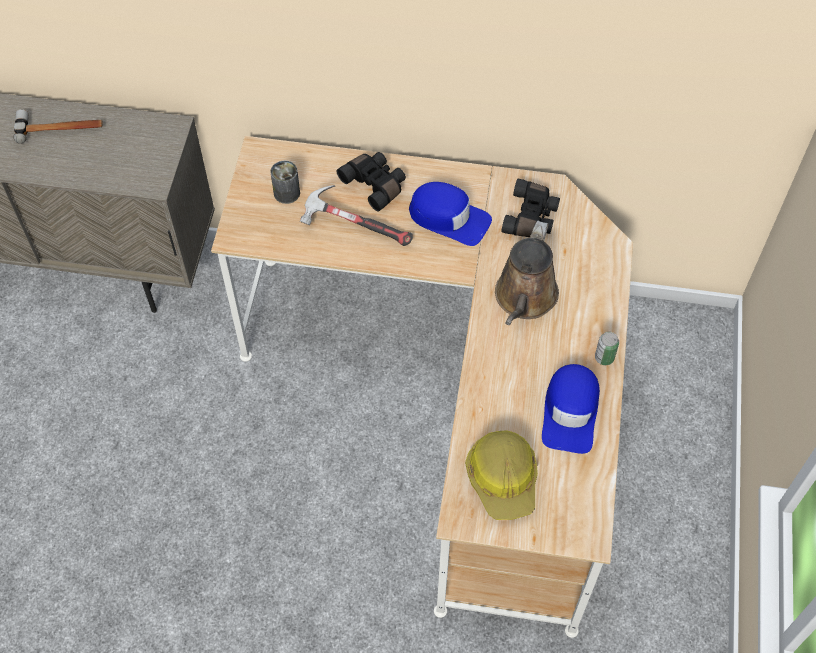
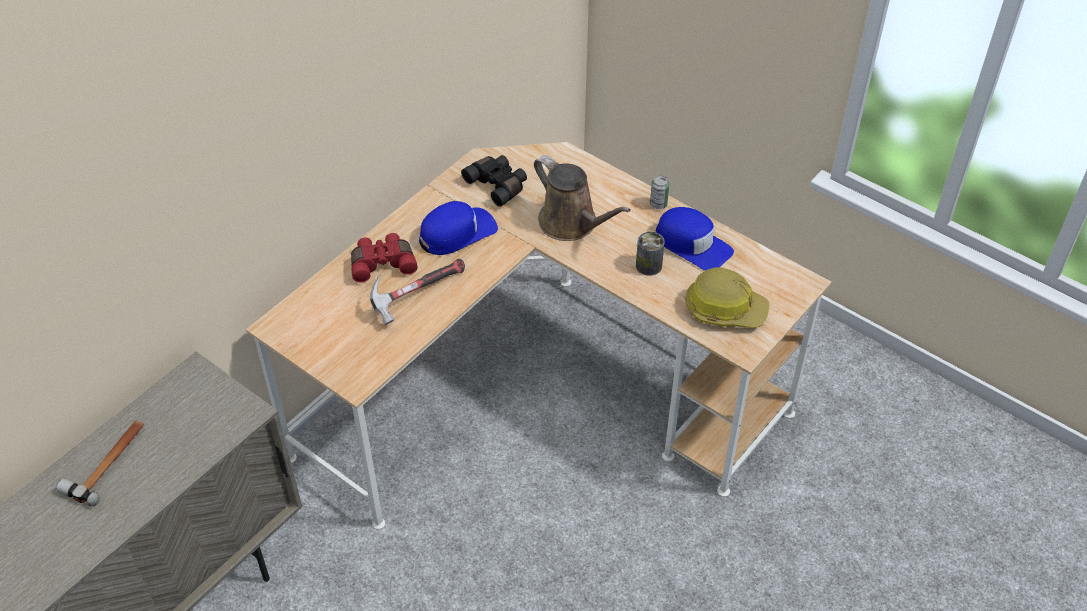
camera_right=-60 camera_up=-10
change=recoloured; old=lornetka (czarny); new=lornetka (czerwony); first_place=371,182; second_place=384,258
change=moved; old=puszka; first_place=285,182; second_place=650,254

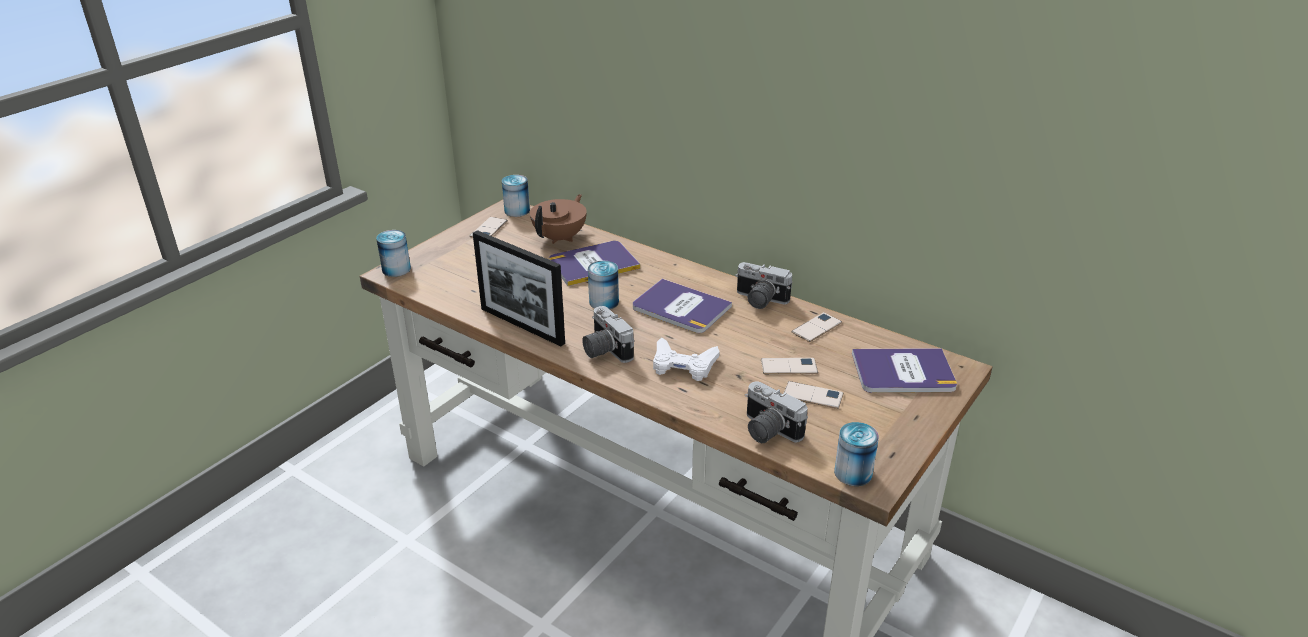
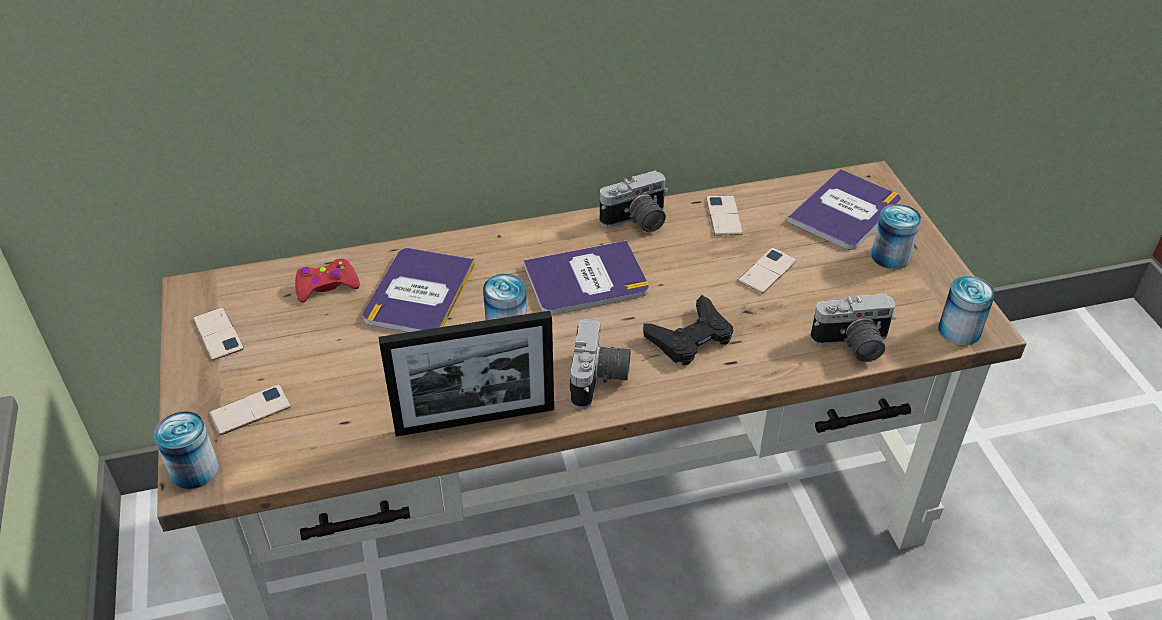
camera_right=-50 camera_up=10
change=moved; old=puszka; first_place=516,196; second_place=896,236
change=replaced; old=imbryk (brązowy); new=pad do gier (czerwony); first_place=558,219; second_place=327,281
change=turned; old=aparat fotograficzny; first_place=608,334; second_place=599,364; degrees=-90
change=recoloured; old=pad do gier (biały); new=pad do gier (czarny); first_place=686,359; second_place=688,330
change=moved; old=telefon; first_place=813,395; second_place=250,410

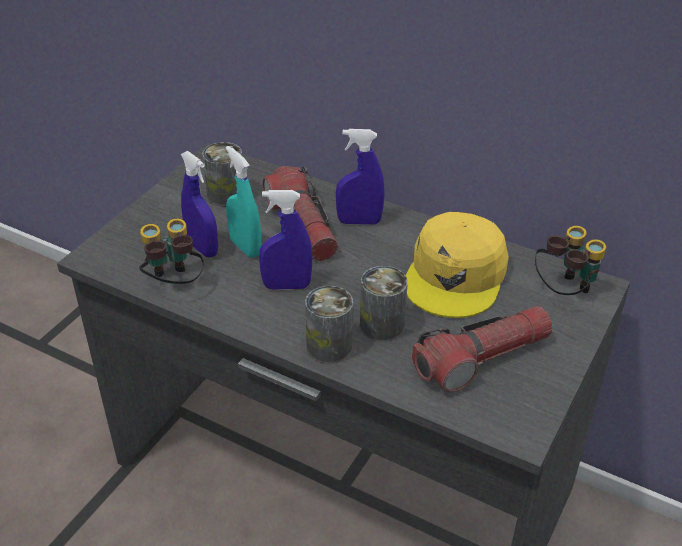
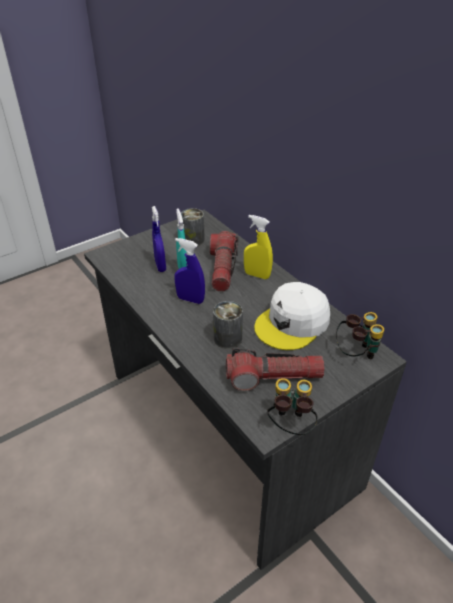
camera_right=25 camera_up=0
change=recoloured; old=spryskiwacz (niebieski); new=spryskiwacz (żółty); first_place=360,177; second_place=258,247
change=recoloured; old=czapka z daszkiem (żółty); new=czapka z daszkiem (biały); first_place=457,265; second_place=292,316
change=moved; old=lornetka; first_place=171,251; second_place=292,406
change=removed; old=puszka; first_place=329,325

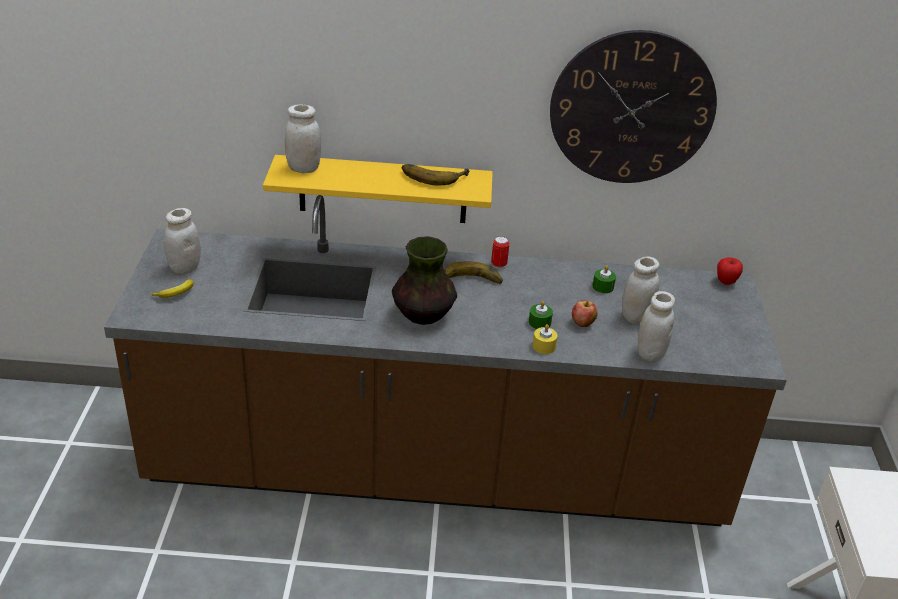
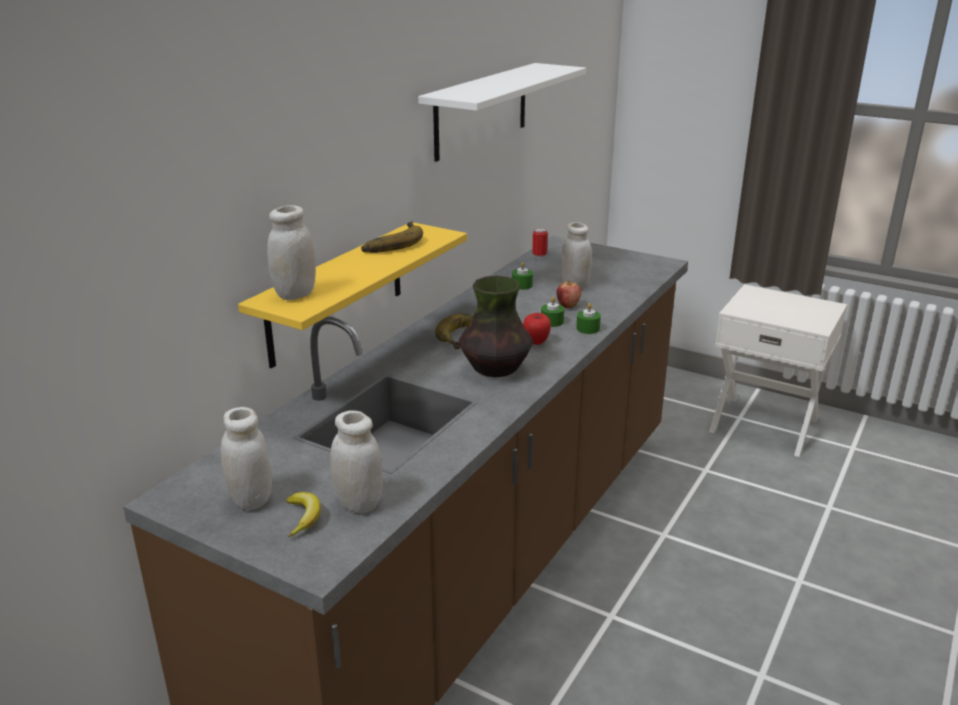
camera_right=-60 camera_up=-10
change=replaced; old=zegar ścienny; new=półka (biały); first_place=633,106; second_place=502,112
change=moved; old=puszka; first_place=500,252; second_place=540,243
change=moved; old=jabłko; first_place=730,271; second_place=537,329
change=moved; old=słoik (biały); first_place=656,326; second_place=357,461
change=recoloured; old=świeca (żółty); new=świeca (zielony); first_place=545,339; second_place=588,318

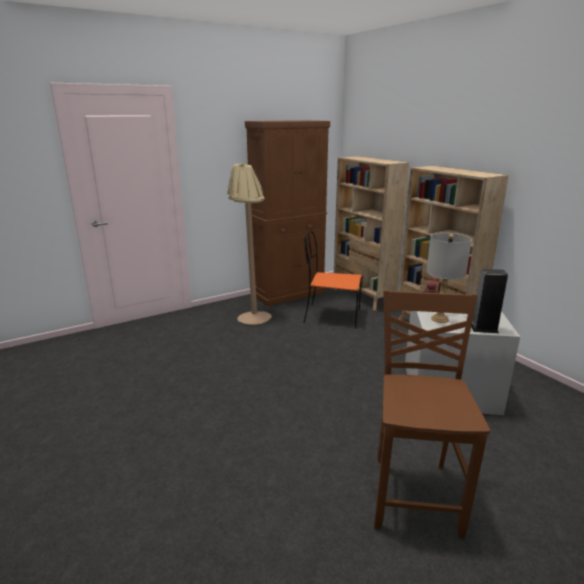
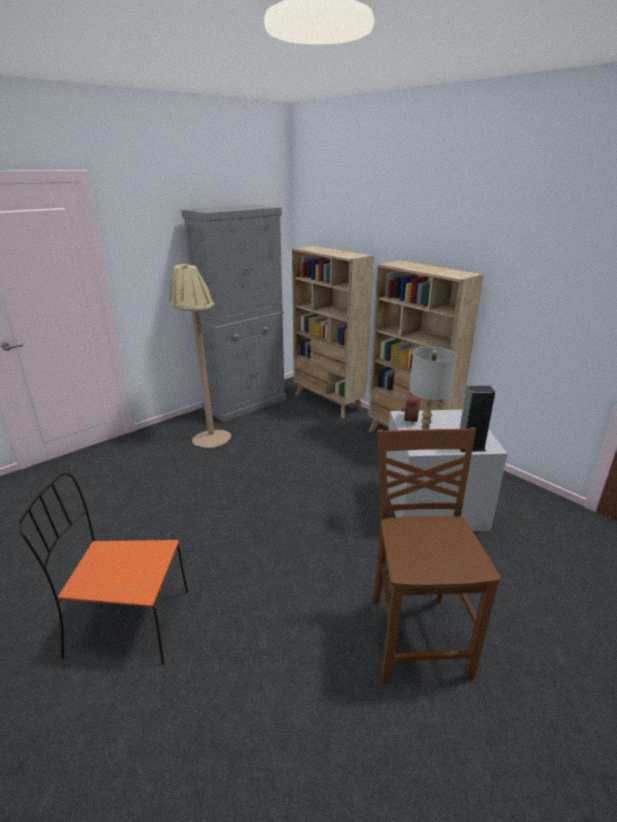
camera_right=-10 camera_up=5
change=recoloured; old=szafka (brązowy); new=szafka (szary); first_place=287,213; second_place=233,313
change=moved; old=krzesło (pomarańczowy); first_place=332,280; second_place=103,569

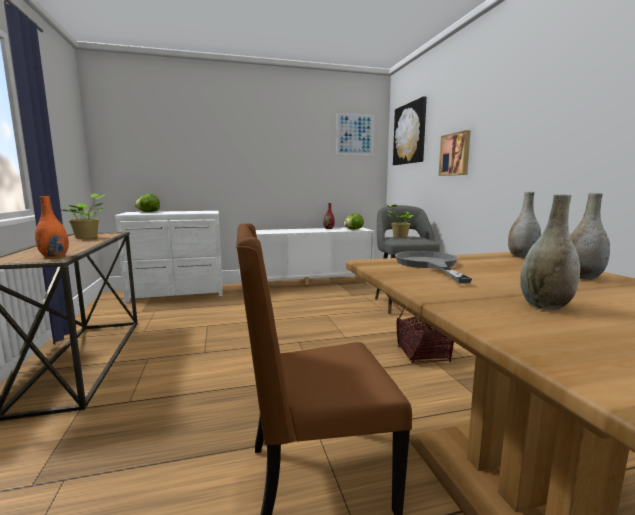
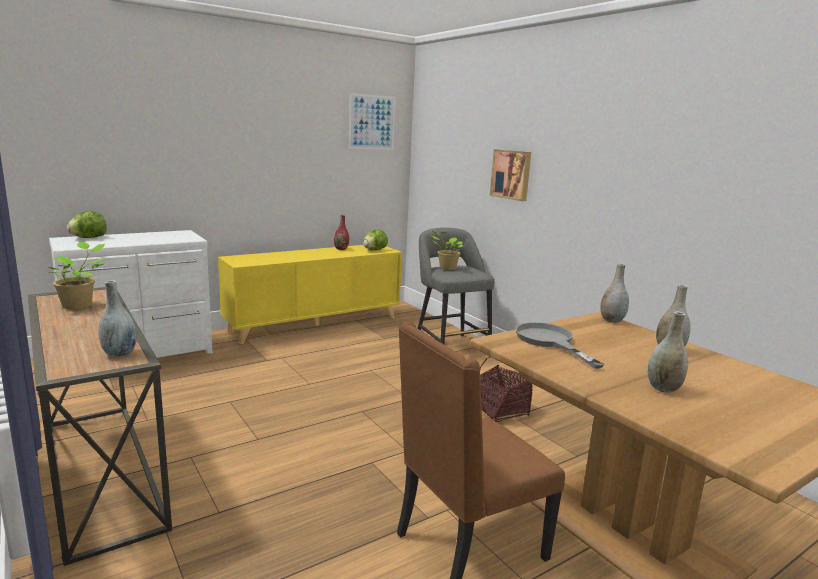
camera_right=-20 camera_up=5
change=removed; old=obraz; first_place=410,131
change=recoloured; old=wazon (pomarańczowy); new=wazon (szary); first_place=52,227; second_place=117,318
change=recoloured; old=szafka (biały); new=szafka (żółty); first_place=306,256; second_place=310,294

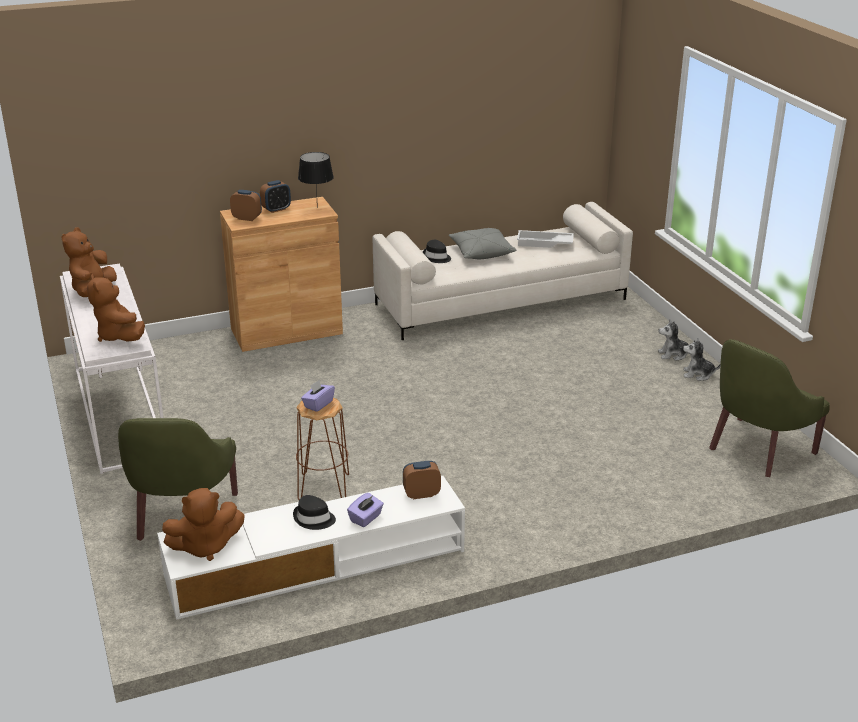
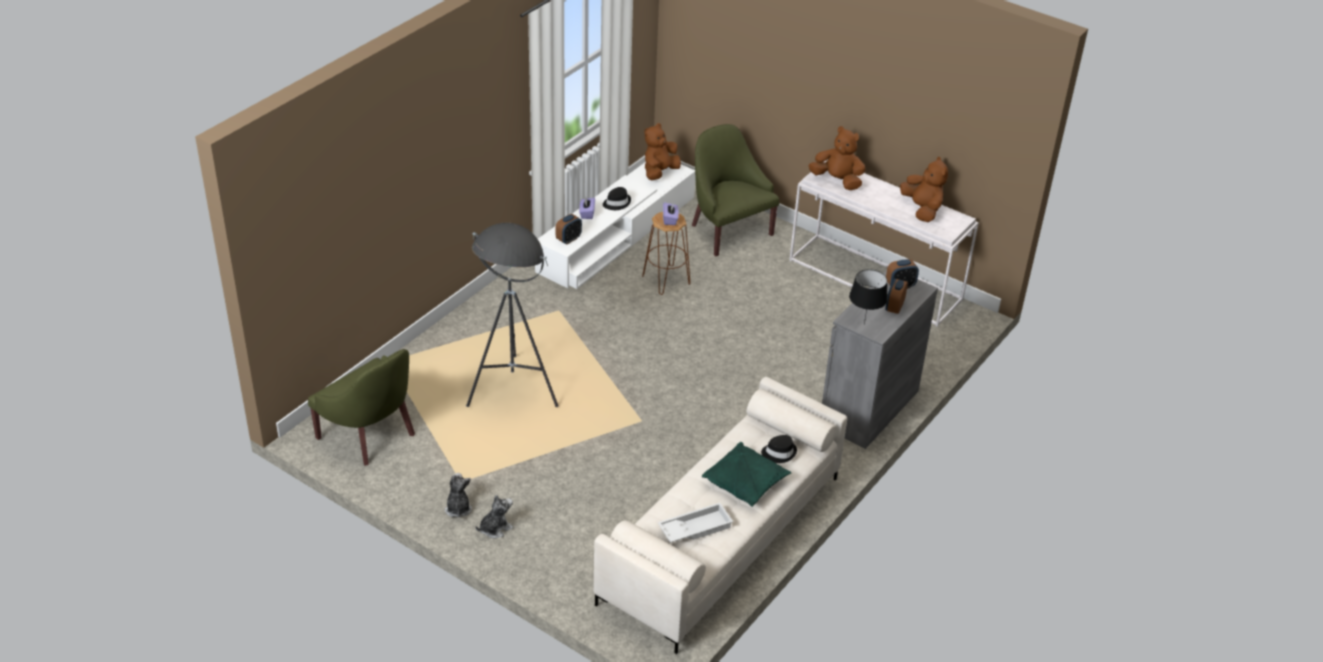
camera_right=145 camera_up=10
change=recoloured; old=szafka (brązowy); new=szafka (szary); first_place=281,274; second_place=880,359
change=recoloured; old=poduszka (szary); new=poduszka (zielony); first_place=482,243; second_place=747,474
change=turned; old=pluszak; first_place=702,359; second_place=458,495; degrees=-75
change=turned; old=fotel (zielony); first_place=769,408; second_place=361,407; degrees=120
change=added; new=lampa stojąca (beżowy); second_place=524,351

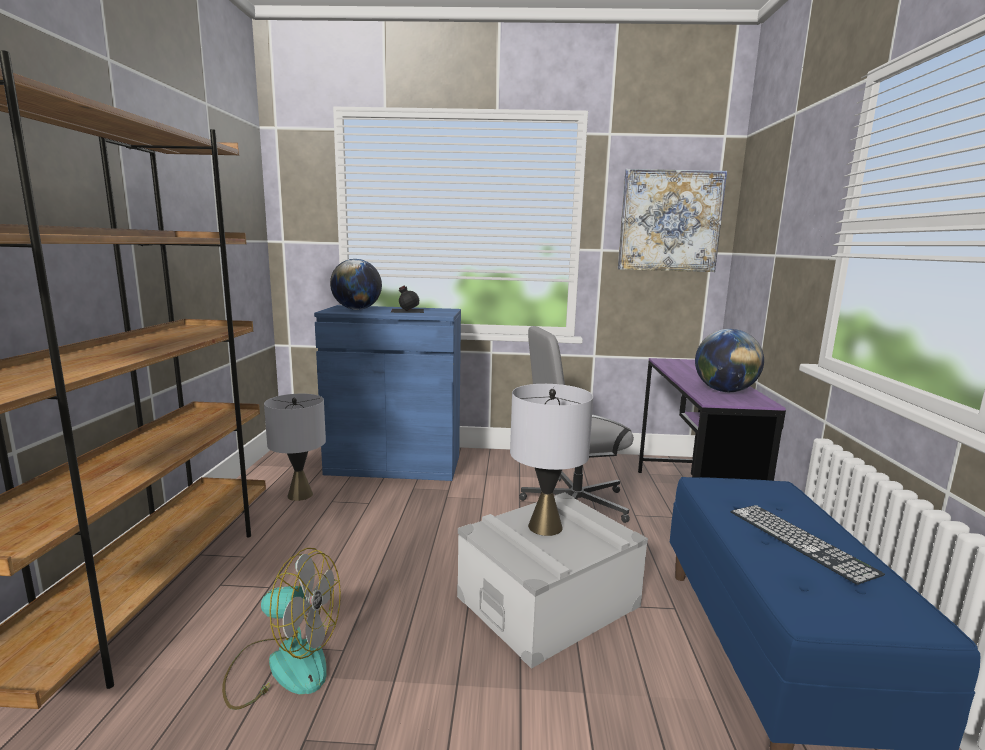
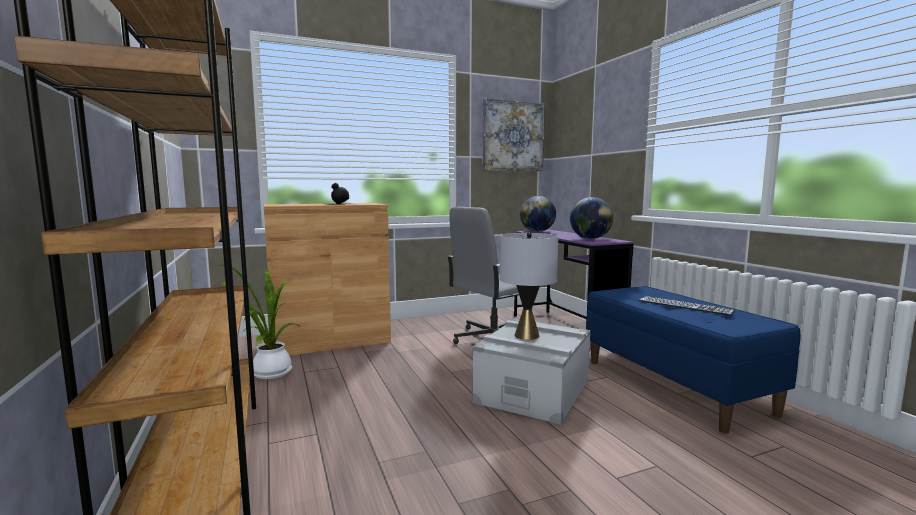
camera_right=-25 camera_up=-5
change=moved; old=globus; first_place=356,284; second_place=538,214
change=recoloured; old=szafka (niebieski); new=szafka (brązowy); first_place=387,393; second_place=327,279
change=replaced; old=lampa stołowa (szary); new=roślina doniczkowa; first_place=295,447; second_place=260,322
change=removed; old=wentylator; first_place=281,629

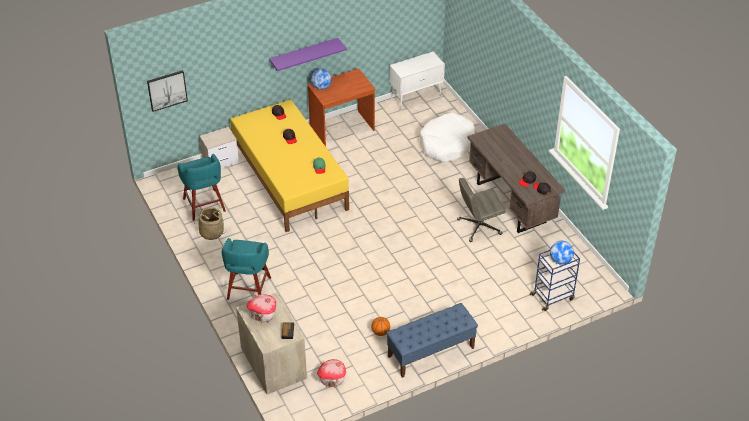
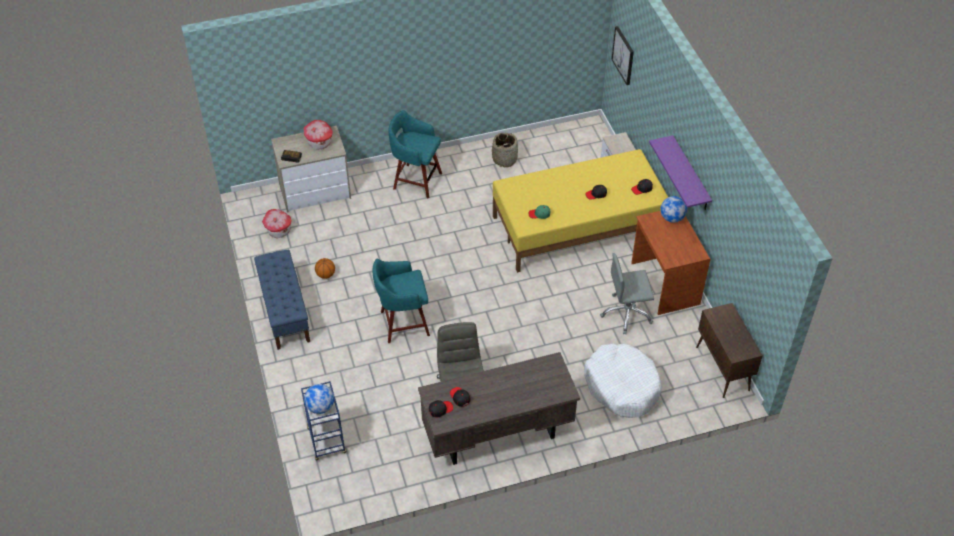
camera_right=100 camera_up=5
change=recoloured; old=szafka (biały); new=szafka (brązowy); first_place=417,81; second_place=729,350
change=moved; old=stołek (turkusowy); first_place=202,187; second_place=401,301
change=added; new=krzesło biurowe (szary); second_place=627,293

